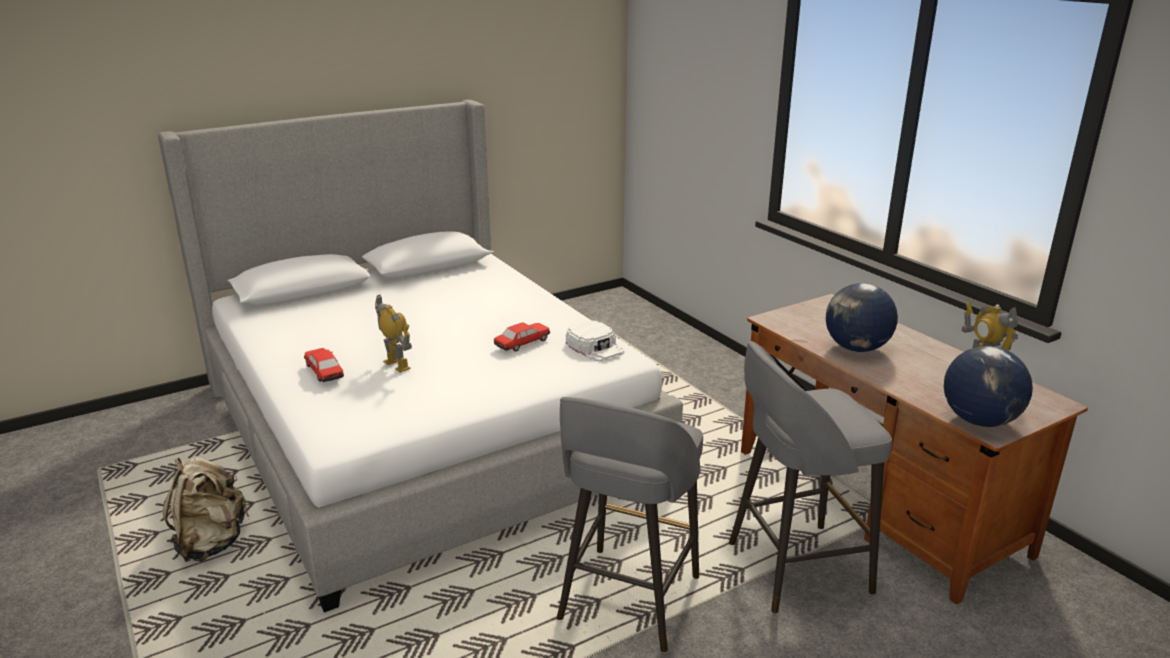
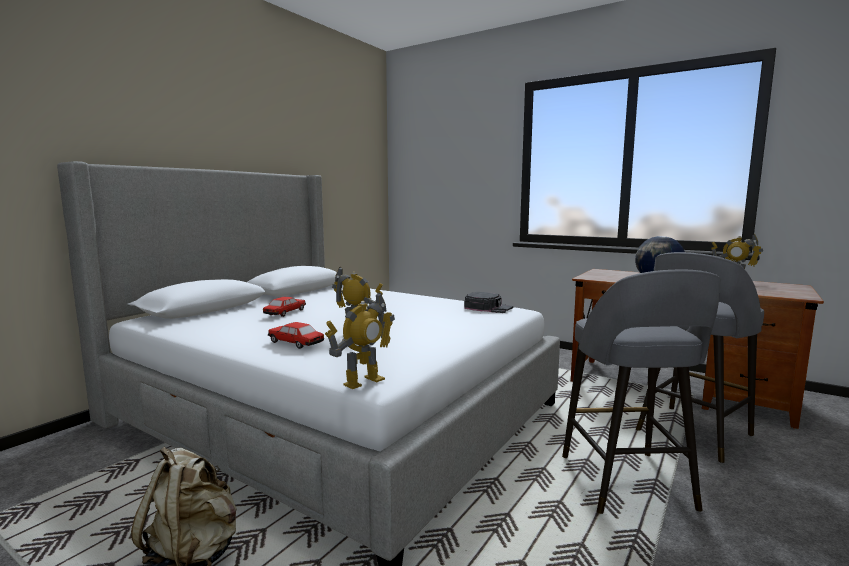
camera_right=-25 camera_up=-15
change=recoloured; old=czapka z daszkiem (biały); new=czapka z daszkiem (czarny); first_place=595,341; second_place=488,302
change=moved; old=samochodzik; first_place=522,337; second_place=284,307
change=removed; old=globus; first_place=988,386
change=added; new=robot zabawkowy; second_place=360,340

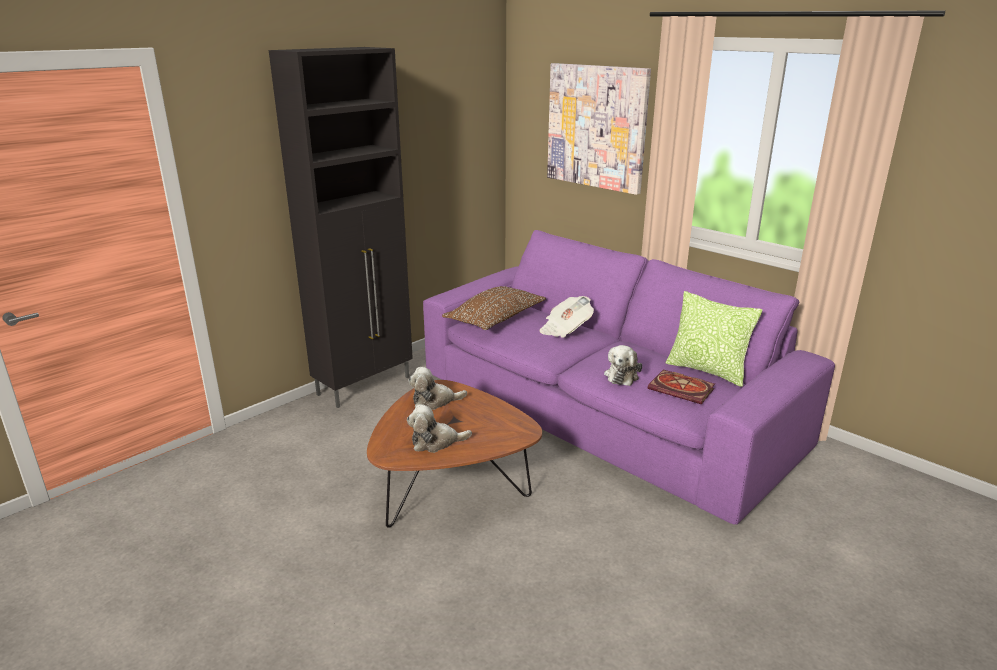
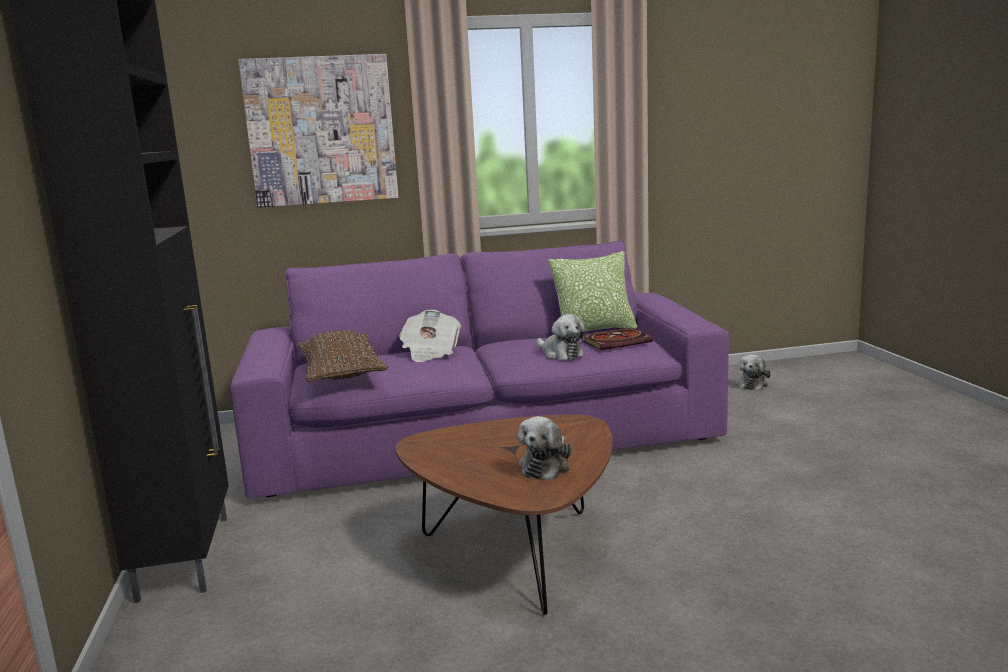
camera_right=-55 camera_up=-10
change=moved; old=pluszak; first_place=437,388; second_place=753,372

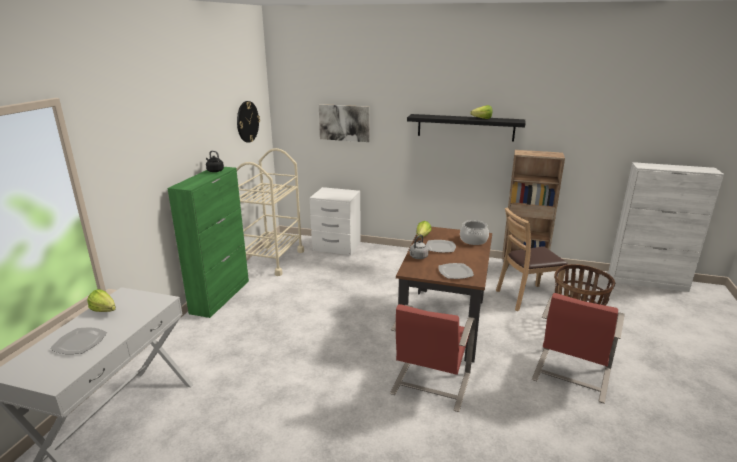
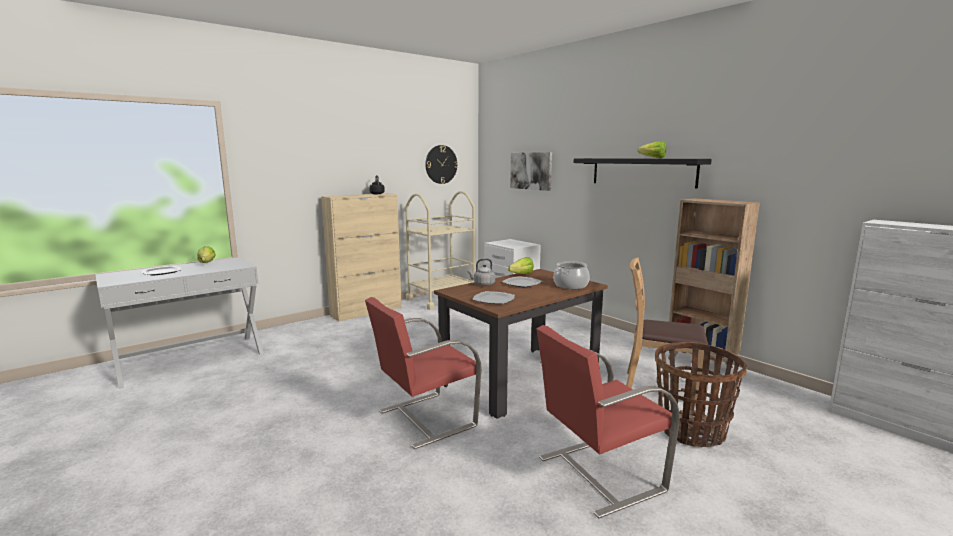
camera_right=35 camera_up=-10
change=recoloured; old=szafka (zielony); new=szafka (beżowy); first_place=208,242; second_place=361,257

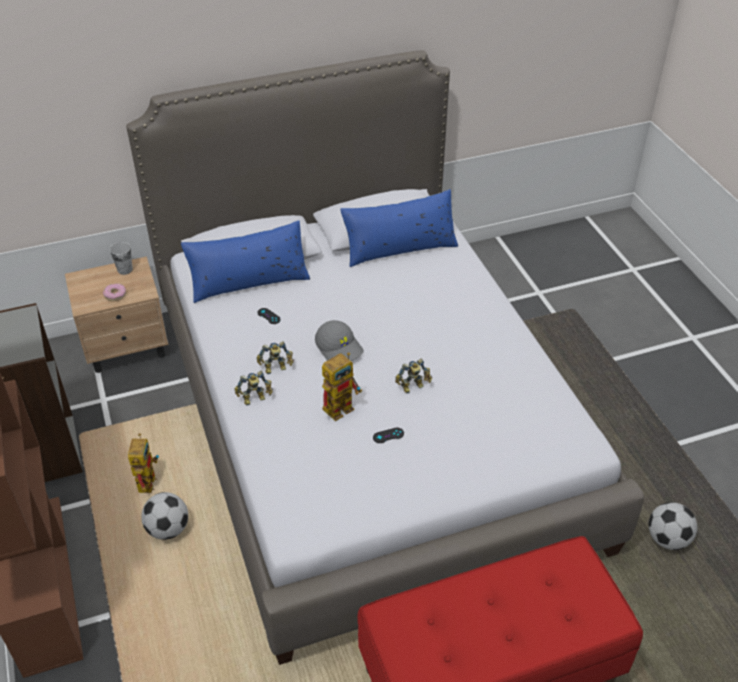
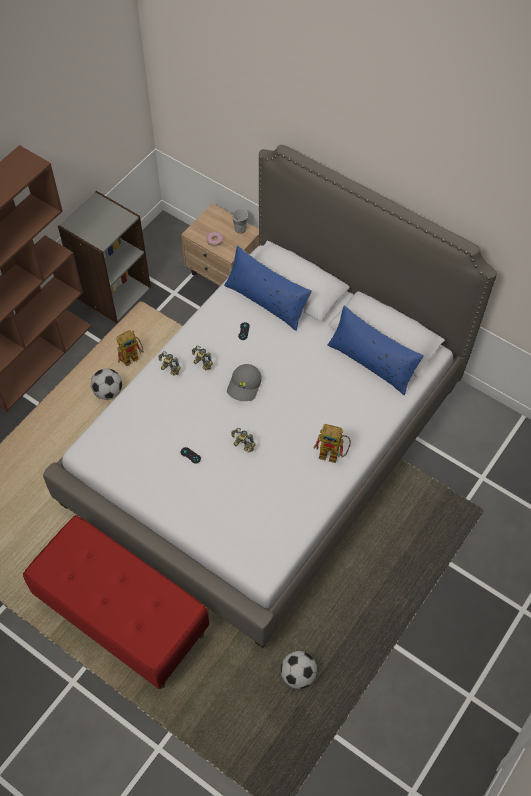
camera_right=55 camera_up=15
change=moved; old=robot zabawkowy; first_place=342,386; second_place=332,443

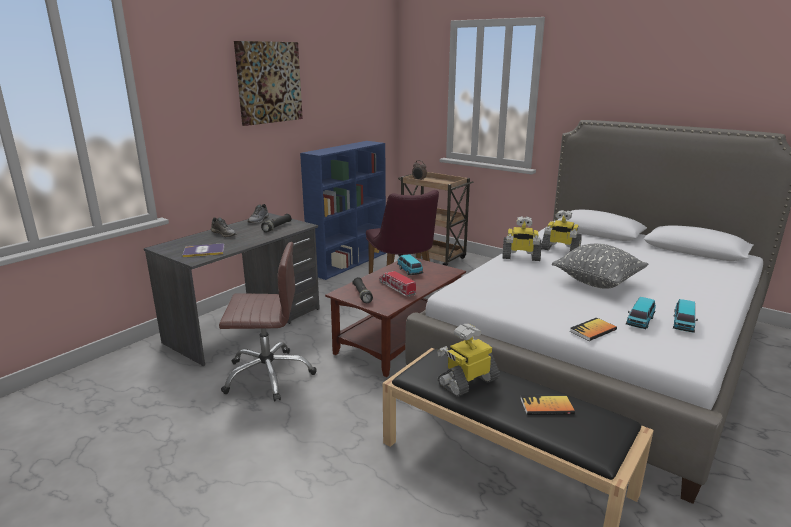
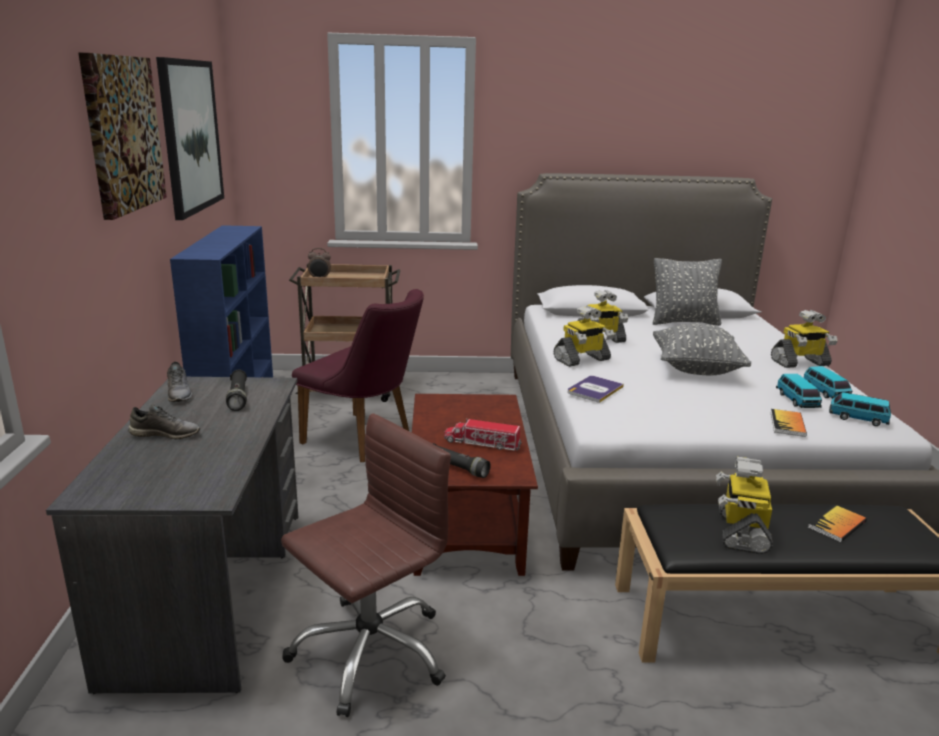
camera_right=-40 camera_up=0
change=moved; old=książka; first_place=204,250; second_place=595,389
change=moved; old=samochodzik; first_place=410,264; second_place=860,409
change=added; new=obraz; second_place=190,138
change=added; new=poduszka (szary); second_place=687,292
change=added; new=robot zabawkowy; second_place=804,339

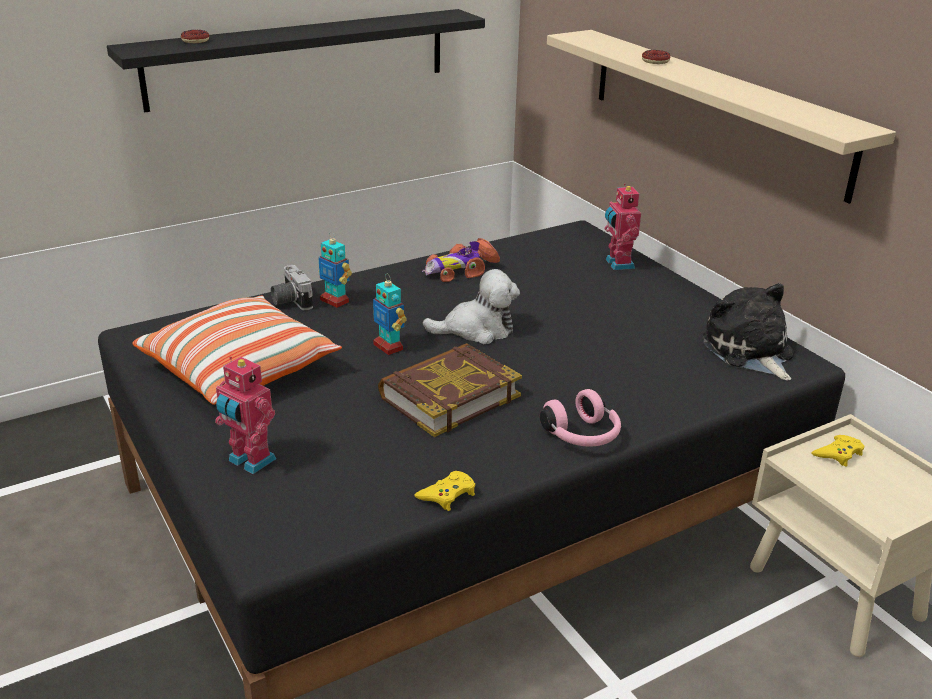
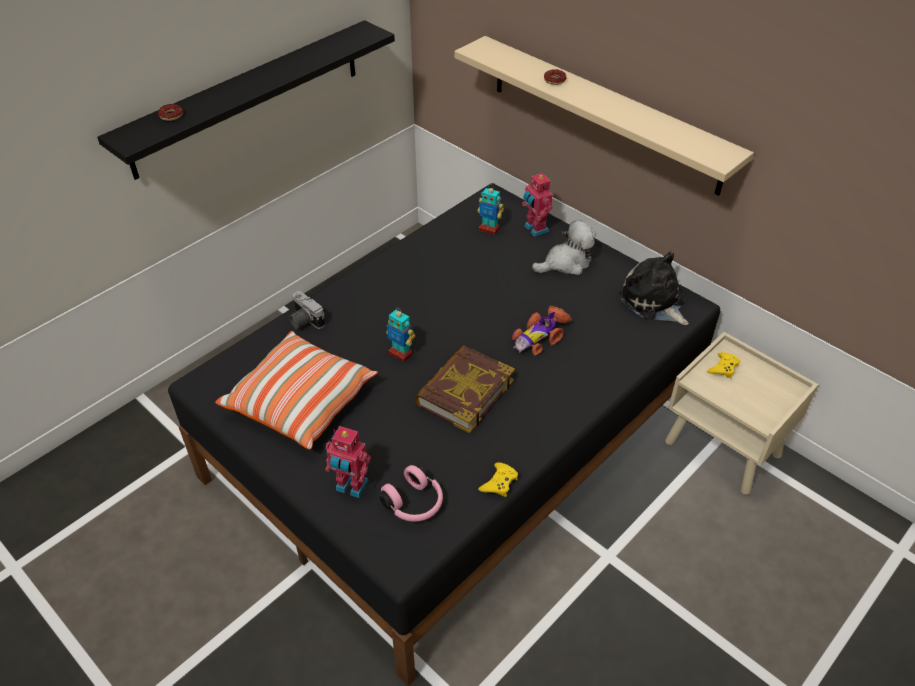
camera_right=-15 camera_up=15
change=moved; old=robot zabawkowy; first_place=335,270; second_place=491,210
change=moved; old=samochodzik; first_place=461,260; second_place=542,331
change=moved; old=pluszak; first_place=471,306; second_place=564,247
change=moved; old=słuchawki (różowy); first_place=580,418; second_place=411,493

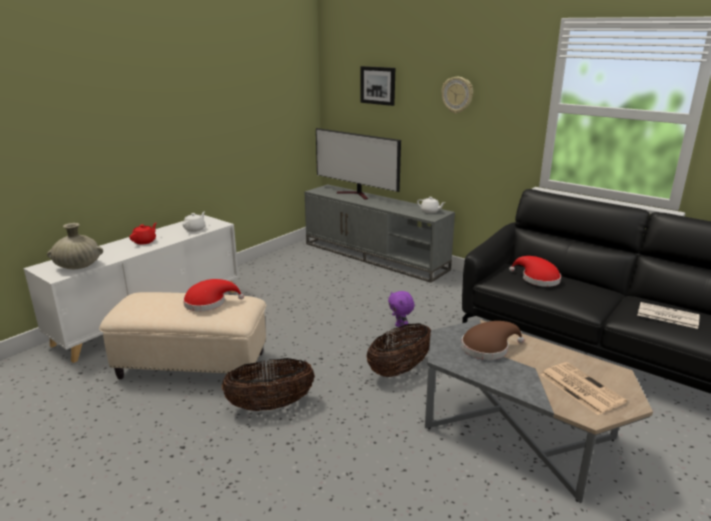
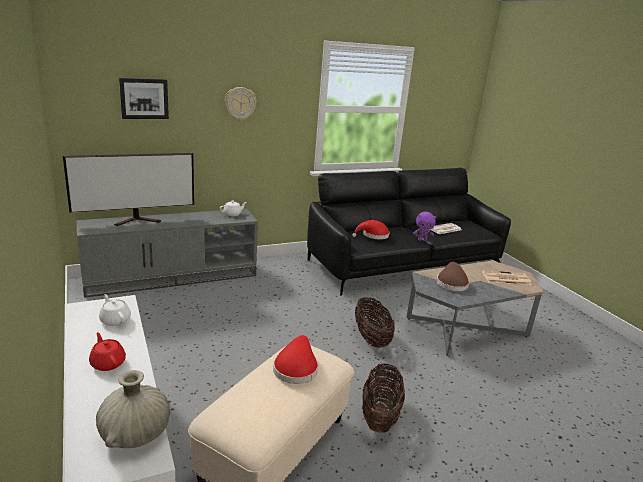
camera_right=-65 camera_up=0
change=moved; old=pluszak (fioletowy); first_place=401,310; second_place=424,227

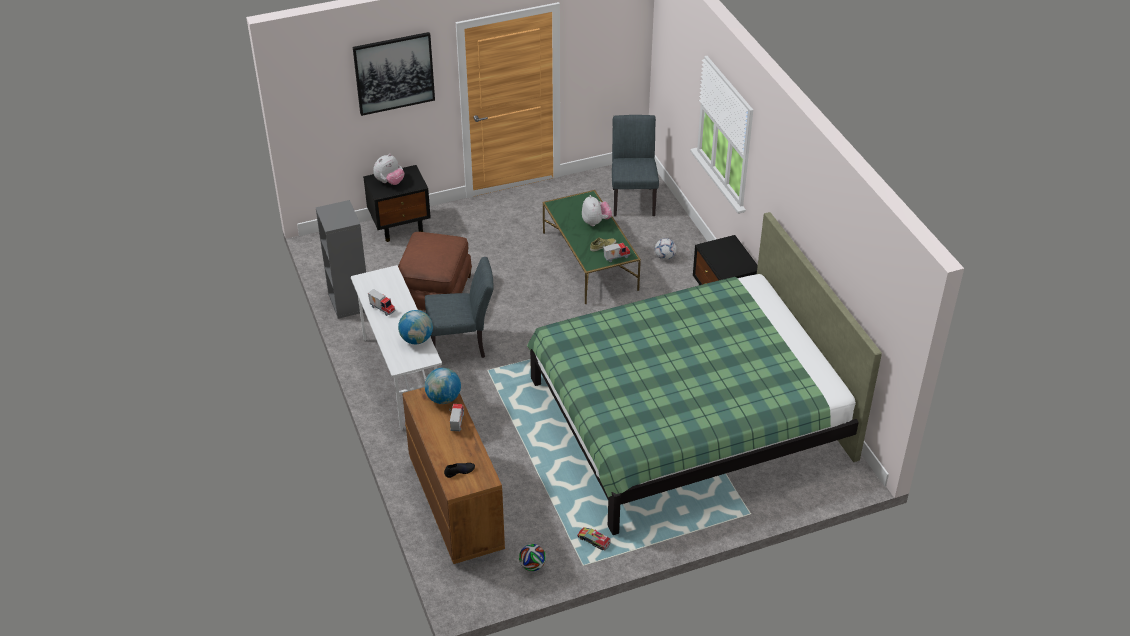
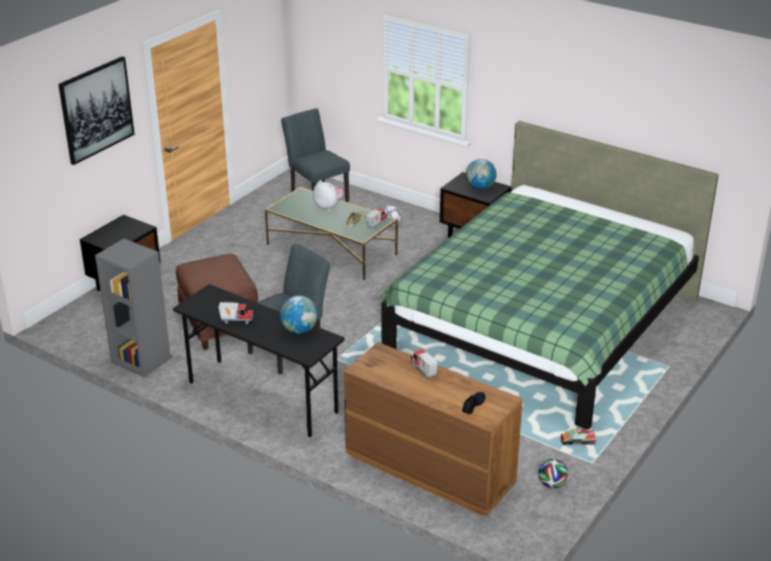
camera_right=-35 camera_up=-10
change=removed; old=pluszak; first_place=388,169
change=recoloured; old=biurko (biały); new=biurko (czarny); first_place=396,347; second_place=259,360
change=moved; old=globus; first_place=443,386; second_place=481,174

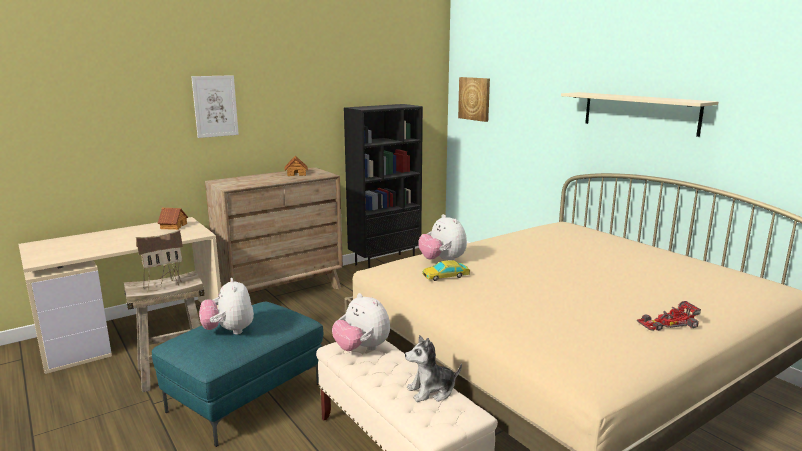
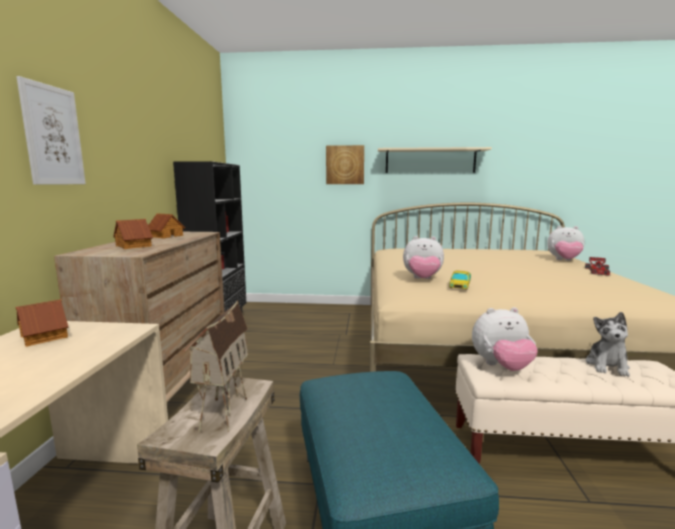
camera_right=-50 camera_up=-5
change=moved; old=obraz; first_place=474,99; second_place=345,164
change=moved; old=pluszak; first_place=226,306; second_place=566,243
change=added; new=domek; second_place=133,234

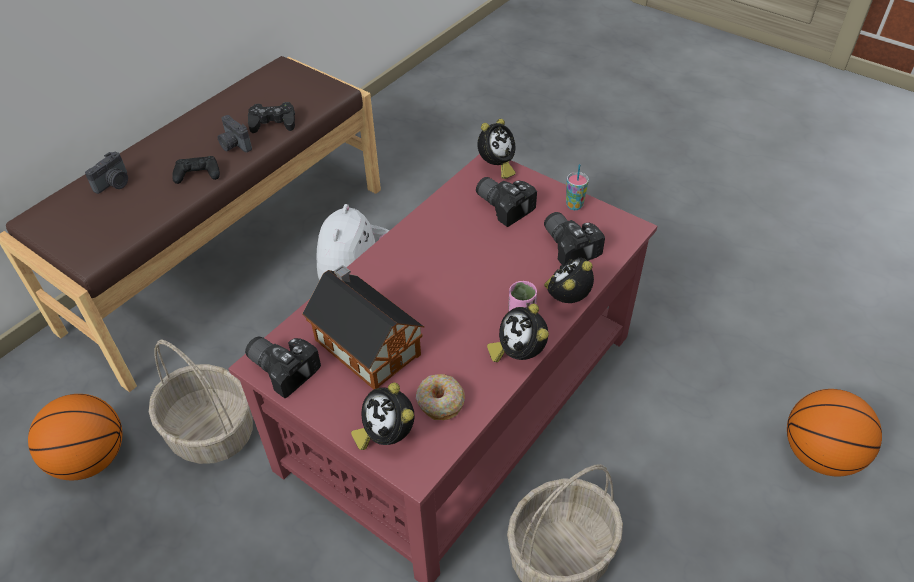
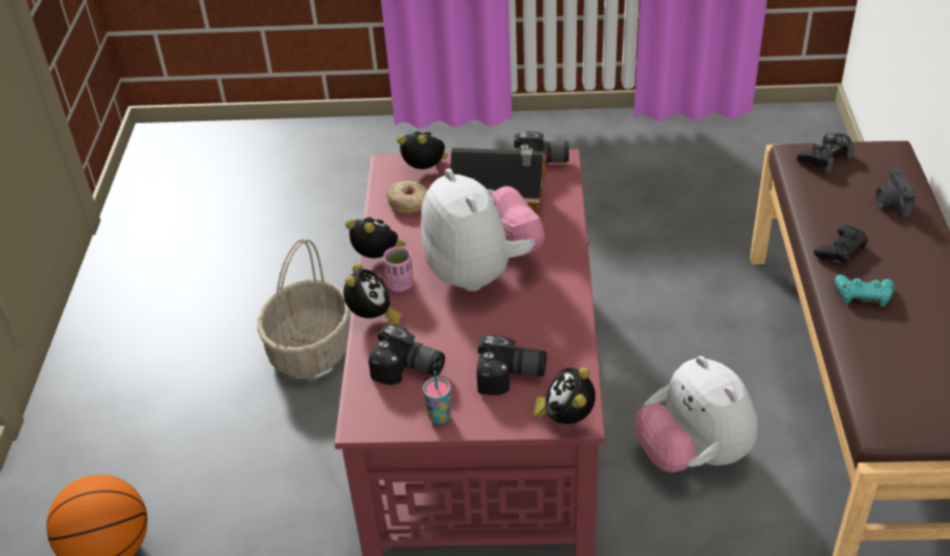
camera_right=145 camera_up=-5
change=moved; old=pad do gier (czarny); first_place=271,117; second_place=825,153
change=replaced; old=aparat fotograficzny; new=pad do gier (turkusowy); first_place=235,133; second_place=864,291
change=removed; old=koszyk; first_place=201,402
change=removed; old=piłka do koszykówki; first_place=75,437
change=added; new=pluszak; second_place=482,229

